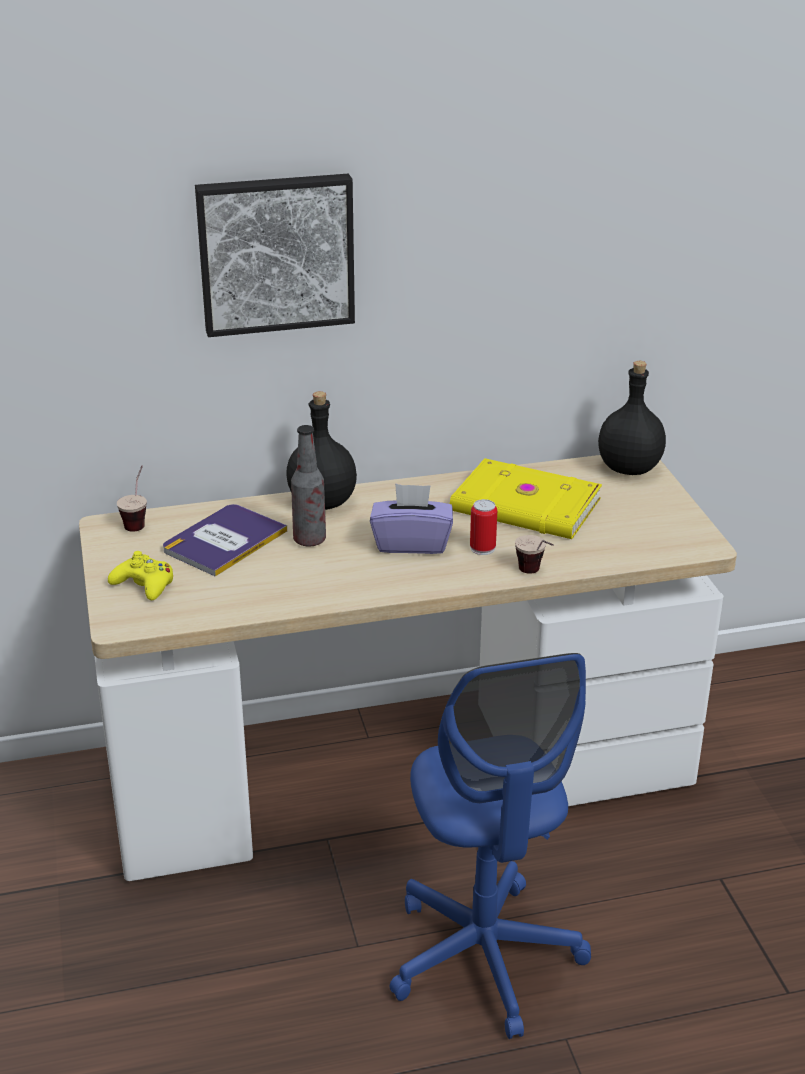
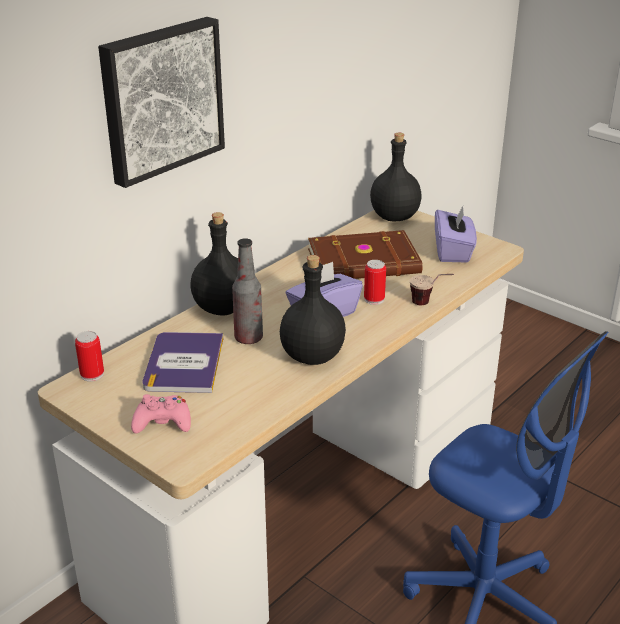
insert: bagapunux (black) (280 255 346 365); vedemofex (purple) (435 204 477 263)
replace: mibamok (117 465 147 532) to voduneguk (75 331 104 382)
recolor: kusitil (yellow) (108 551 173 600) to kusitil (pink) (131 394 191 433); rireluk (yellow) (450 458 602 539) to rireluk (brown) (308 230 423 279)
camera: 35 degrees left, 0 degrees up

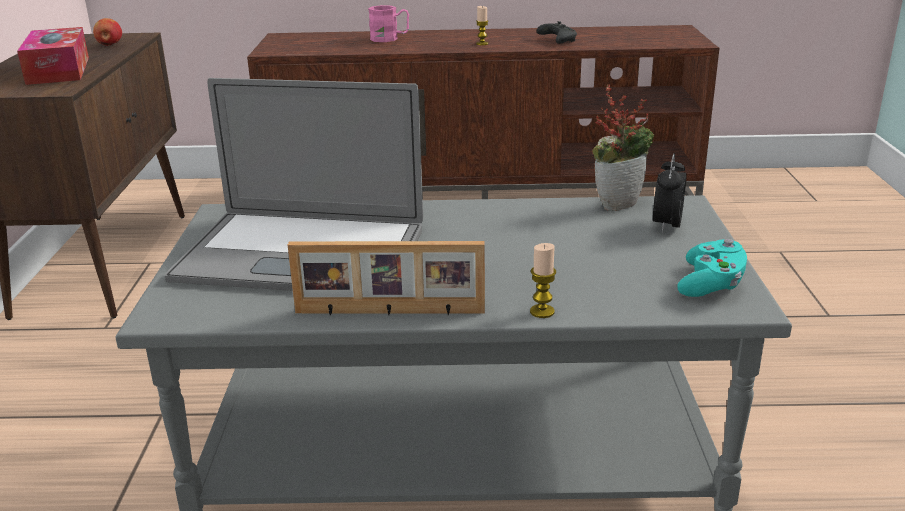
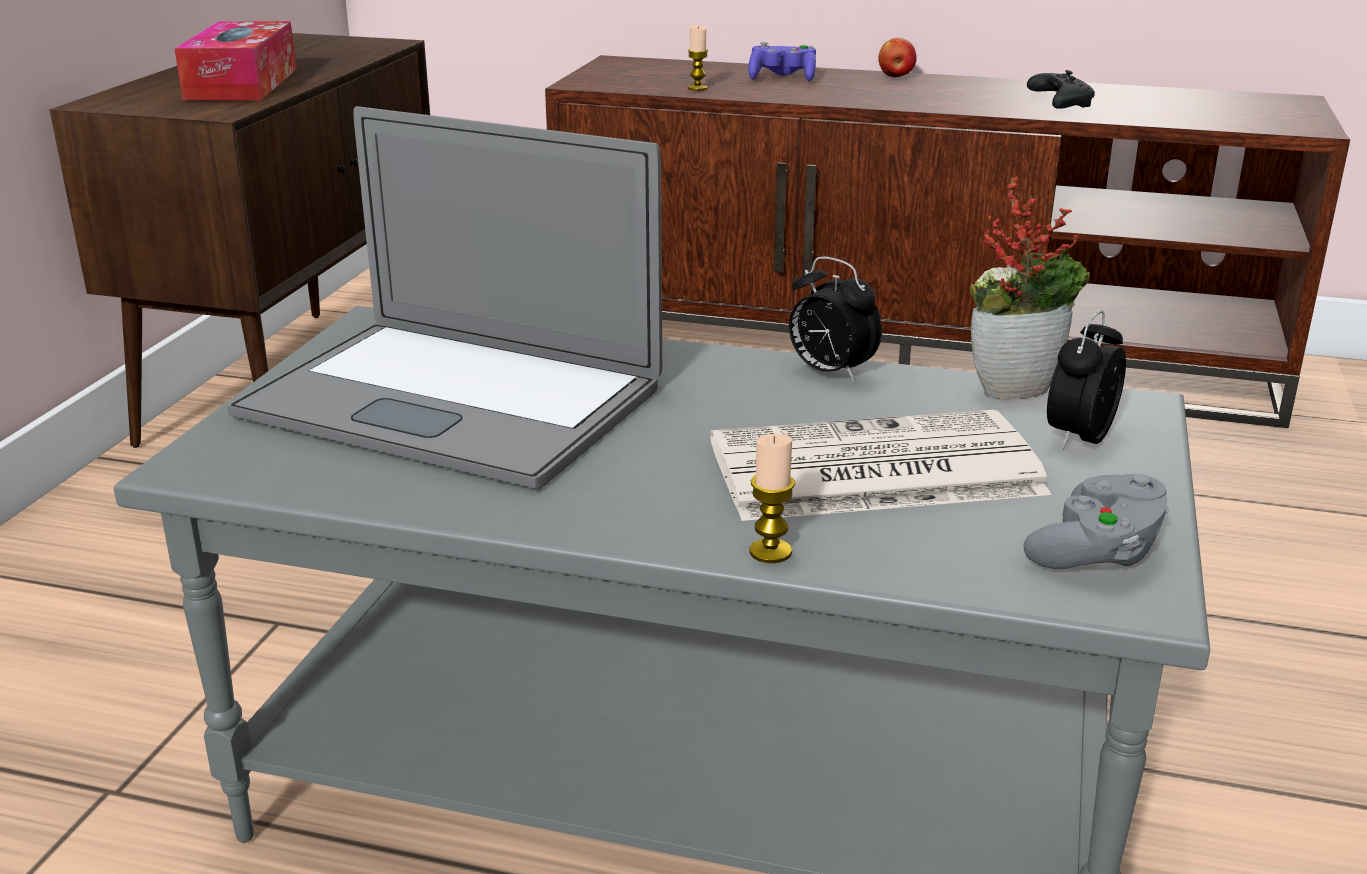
delete: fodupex (288 241 485 315)
insert: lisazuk (710 410 1051 521); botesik (789 257 882 382)
move: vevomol (93 18 122 46) to (878 38 917 78); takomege (476 6 488 45) to (688 26 708 91)
replace: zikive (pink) (368 5 409 42) to kusitil (purple) (748 42 816 82)
recolor: kusitil (turquoise) (677 239 747 297) to kusitil (grey) (1024 474 1169 569)
camera: 15 degrees right, 0 degrees up

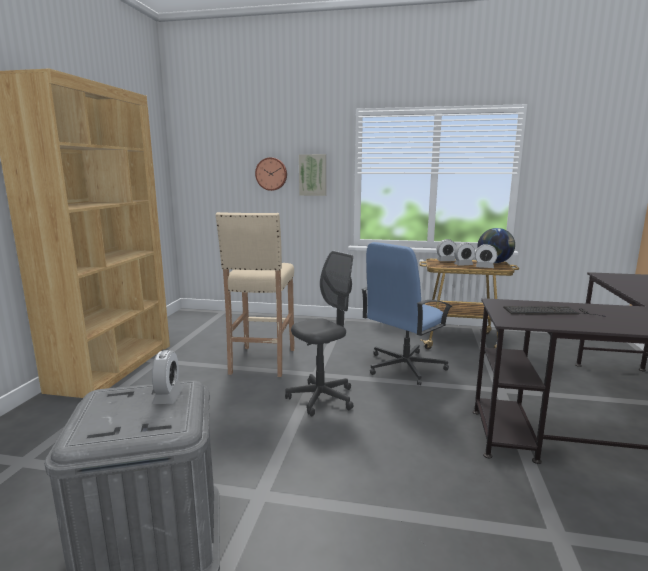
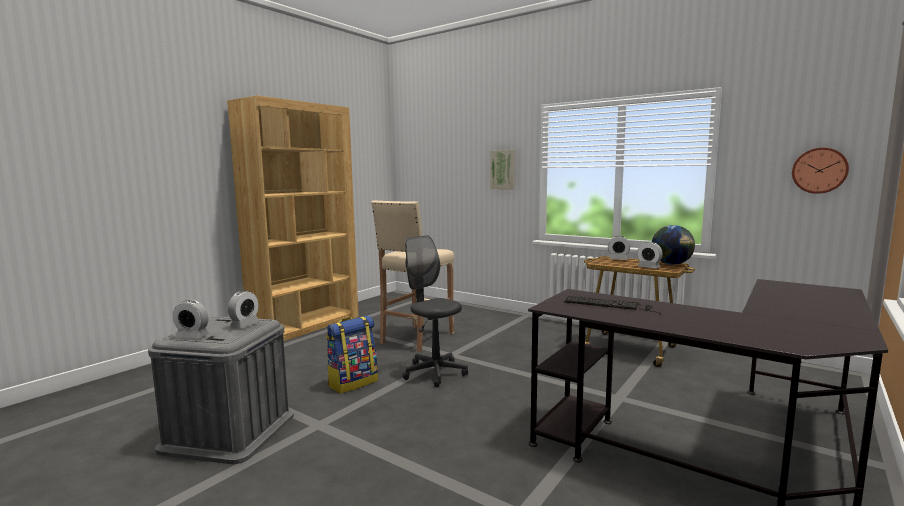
delete: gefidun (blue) (362 242 452 385)
insert: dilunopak (326 316 378 394)
move: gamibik (255 157 287 191) to (792 147 849 194); botesik (454 243 475 266) to (173 300 209 339)
rotate: gefidun (grey) (285 251 354 416) = (402 235 468 388) 120 degrees counterclockwise
camera: 25 degrees right, 5 degrees down

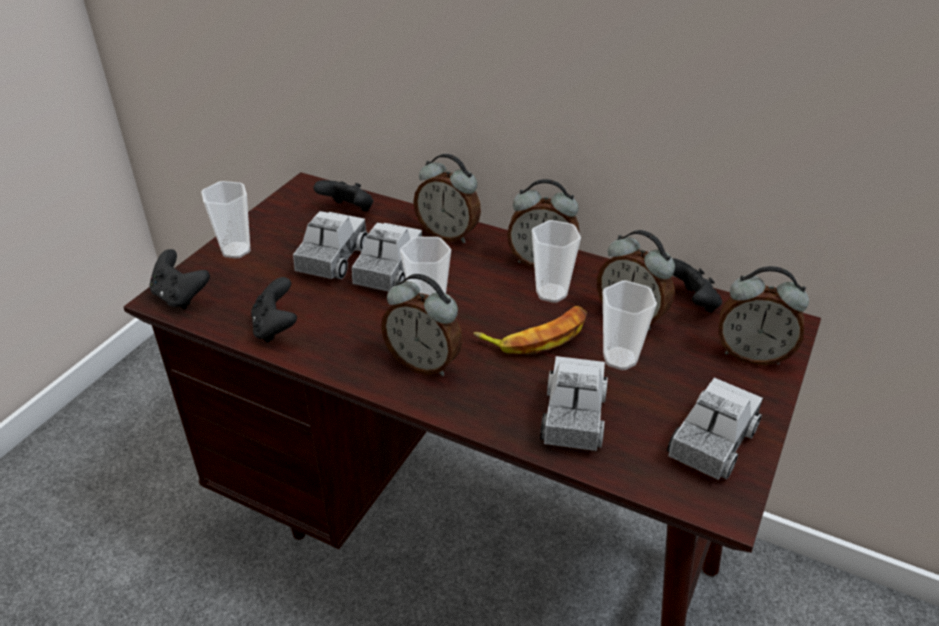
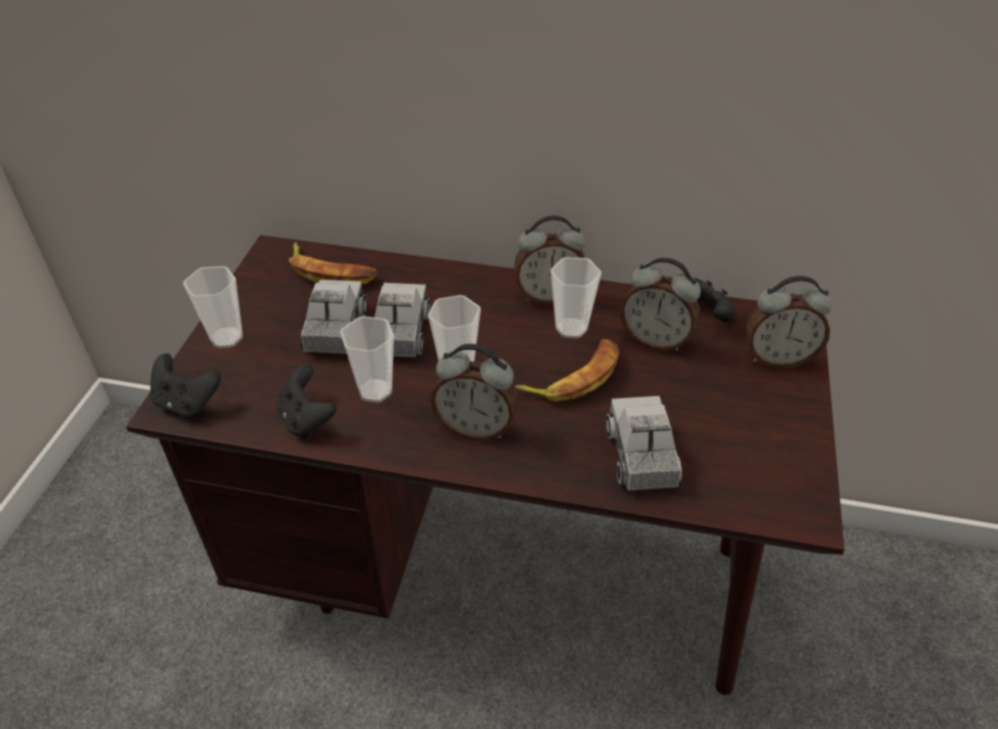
delete: botesik (413 154 481 243); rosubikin (667 378 763 480)
move: mibamok (603 280 657 370) to (340 316 394 403)
replace: kusitil (black) (314 180 373 211) to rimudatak (289 242 377 285)
camera: 15 degrees left, 5 degrees up

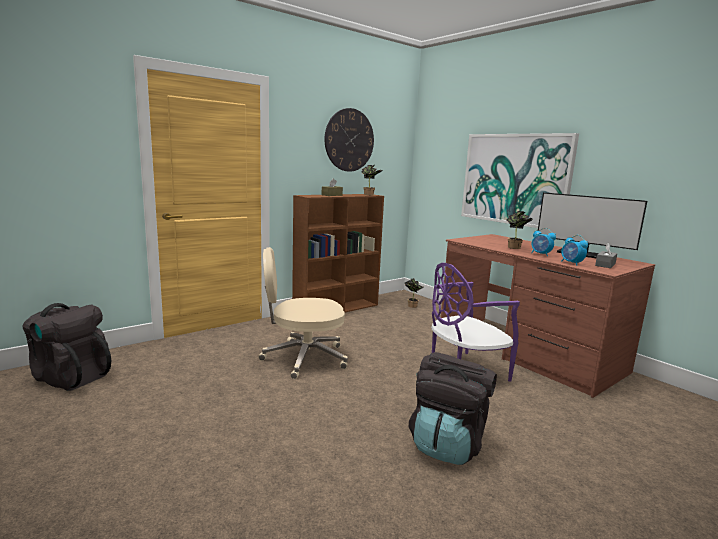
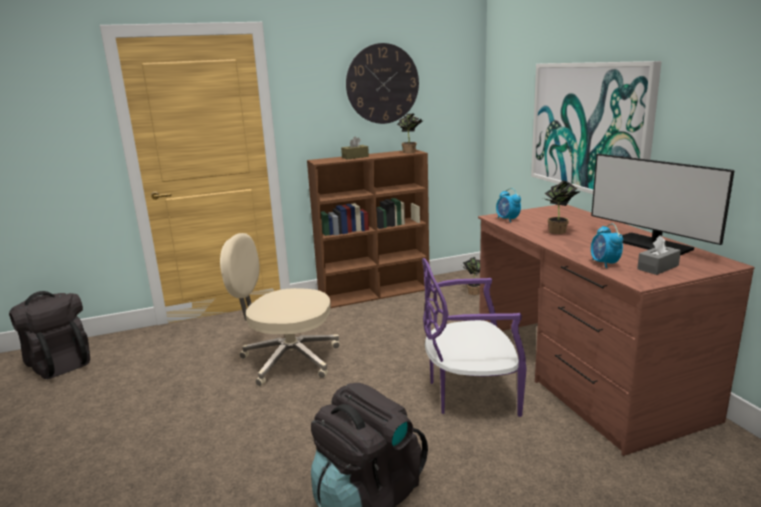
move: botesik (531 228 556 256) to (496 188 521 223)
camera: 20 degrees right, 5 degrees up

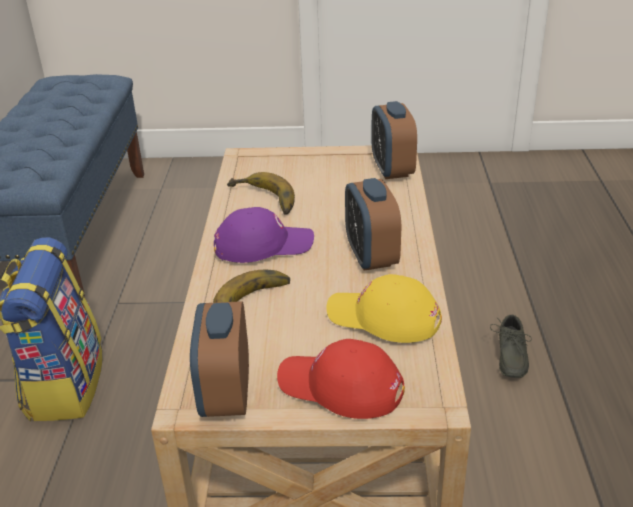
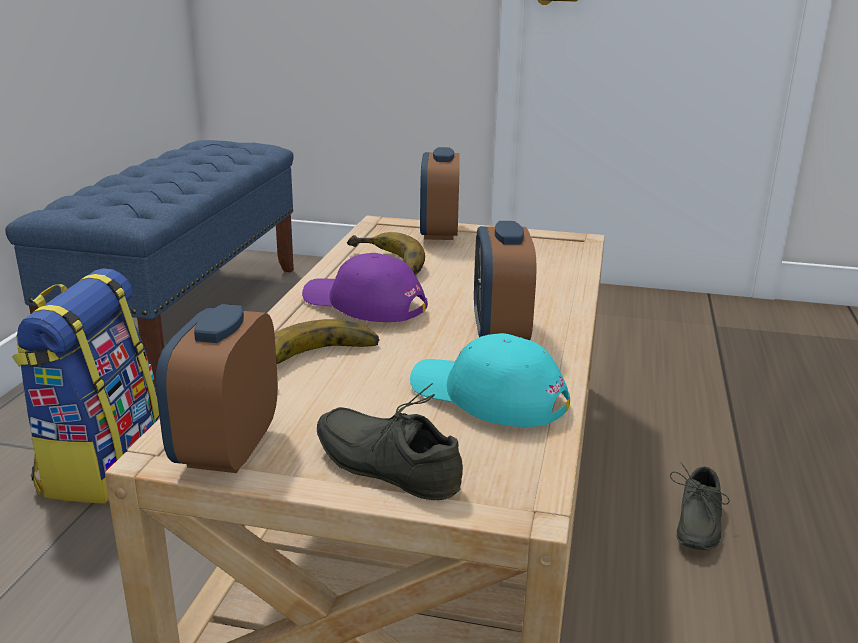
move: botesik (371 101 417 179) to (420 147 460 240)
replace: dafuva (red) (277 339 405 419) to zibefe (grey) (317 383 463 500)
recolor: dafuva (yellow) (326 274 442 343) to dafuva (turquoise) (410 333 570 427)
rotate: dafuva (purple) (214 207 314 263) = (302 253 428 322) 150 degrees counterclockwise
camera: 10 degrees right, 10 degrees down

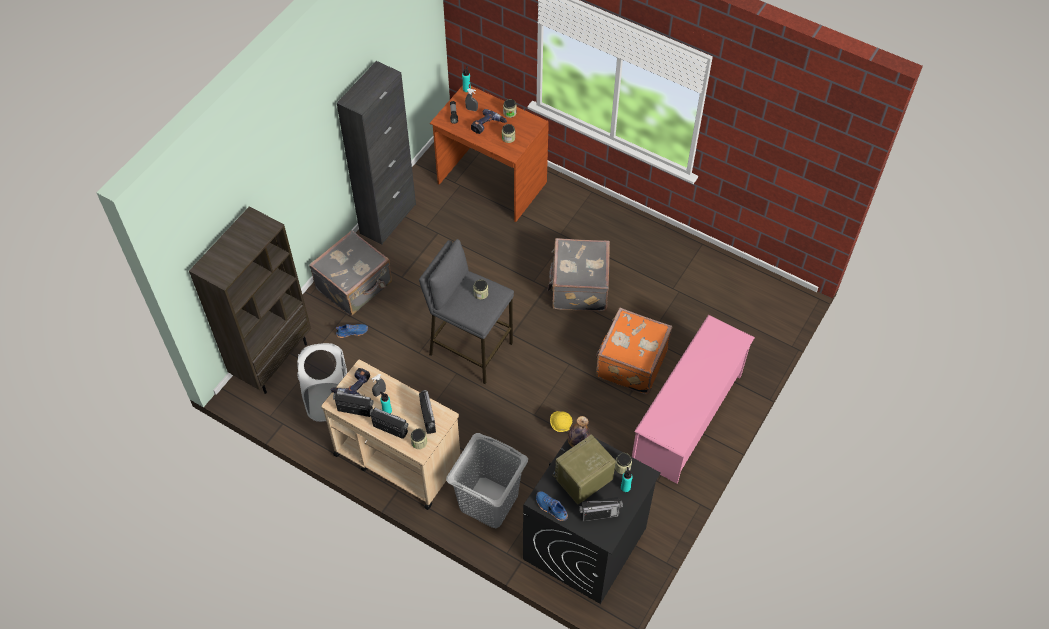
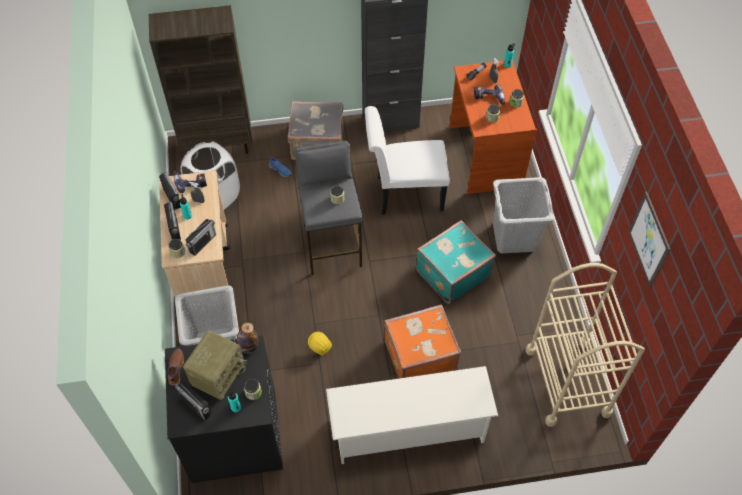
insert: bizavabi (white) (365 106 450 215); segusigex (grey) (493 177 554 253); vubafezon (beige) (526 263 645 427); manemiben (628 192 671 287)
recolor: zibefe (blue) (536 491 568 521) to zibefe (brown) (168 349 184 386); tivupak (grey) (547 238 610 311) to tivupak (turquoise) (416 220 496 304); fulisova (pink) (632 315 755 484) to fulisova (white) (326 366 498 464)
rotate: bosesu (552 434 616 505) = (183 330 247 400) 105 degrees clockwise
camera: 50 degrees right, 0 degrees up

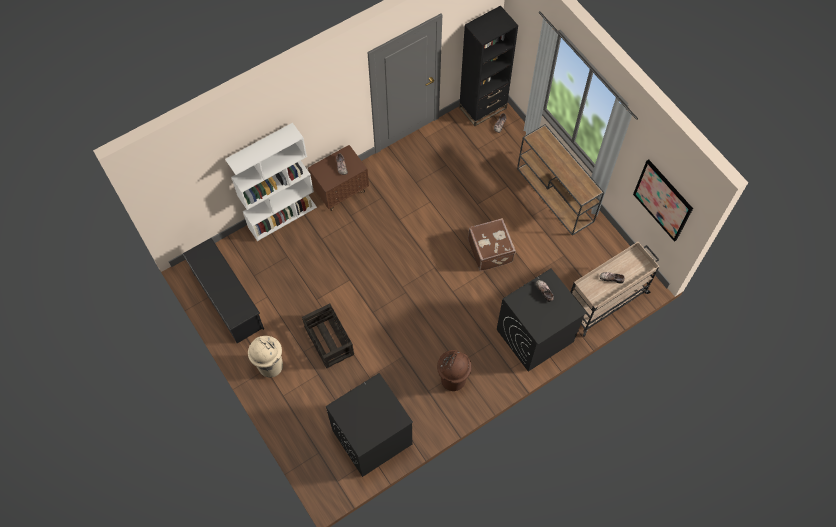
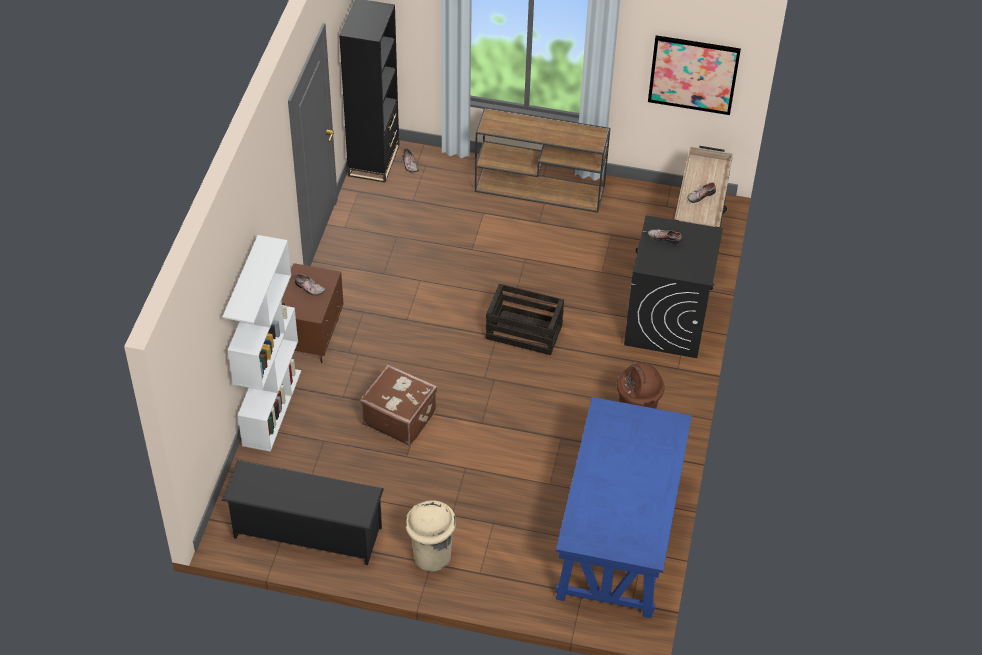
move: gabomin (302 304 354 368) to (486 284 564 355); tivupak (brown) (468 218 516 271) to (360 364 438 446)
replace: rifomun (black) (326 373 413 477) to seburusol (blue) (556 397 692 618)
camera: 45 degrees left, 15 degrees down

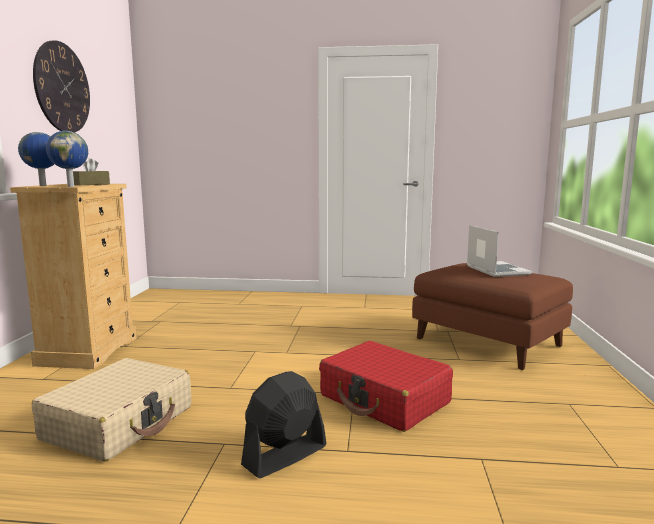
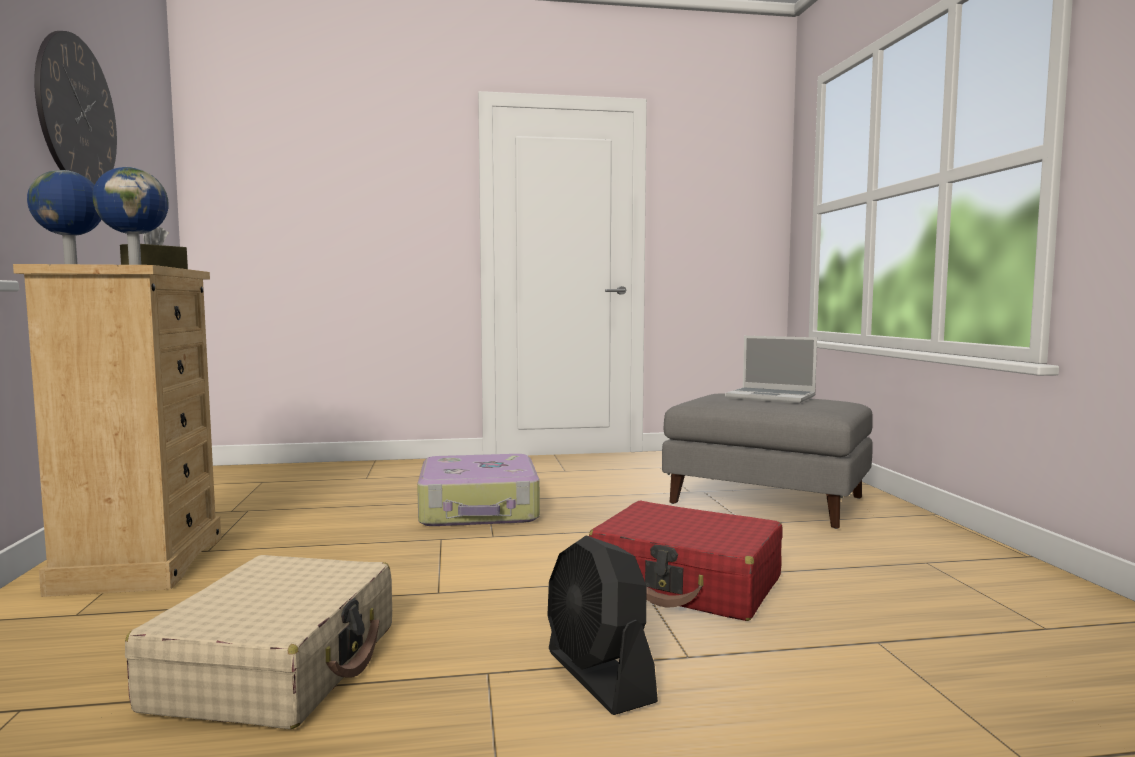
insert: tivupak (417 454 540 526)
recolor: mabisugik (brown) (412 263 573 370) to mabisugik (grey) (662 393 873 529)
rotate: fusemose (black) (241 371 327 478) = (547 535 658 715) 60 degrees counterclockwise; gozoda (467 225 532 277) = (725 336 817 404) 150 degrees clockwise
camera: 15 degrees left, 5 degrees down

